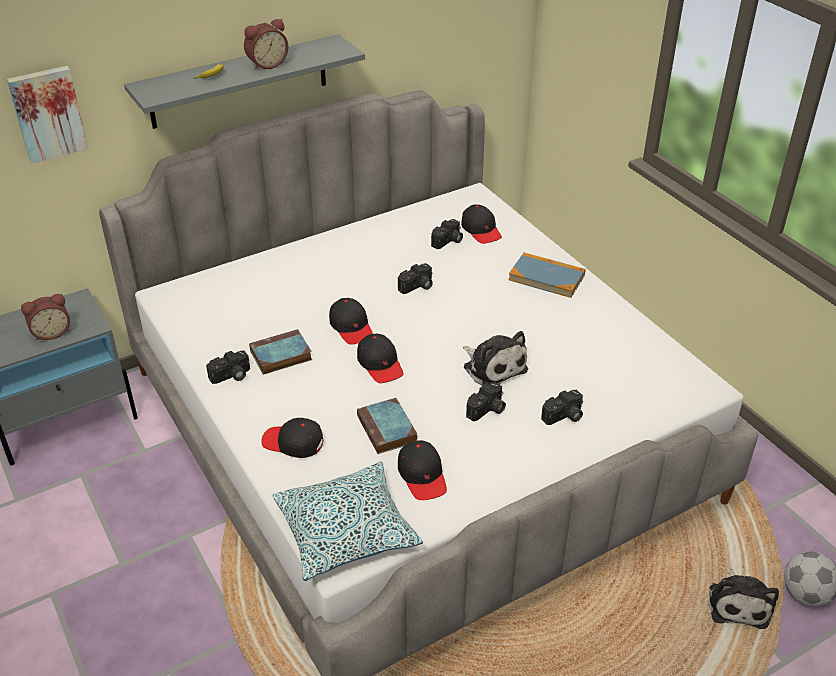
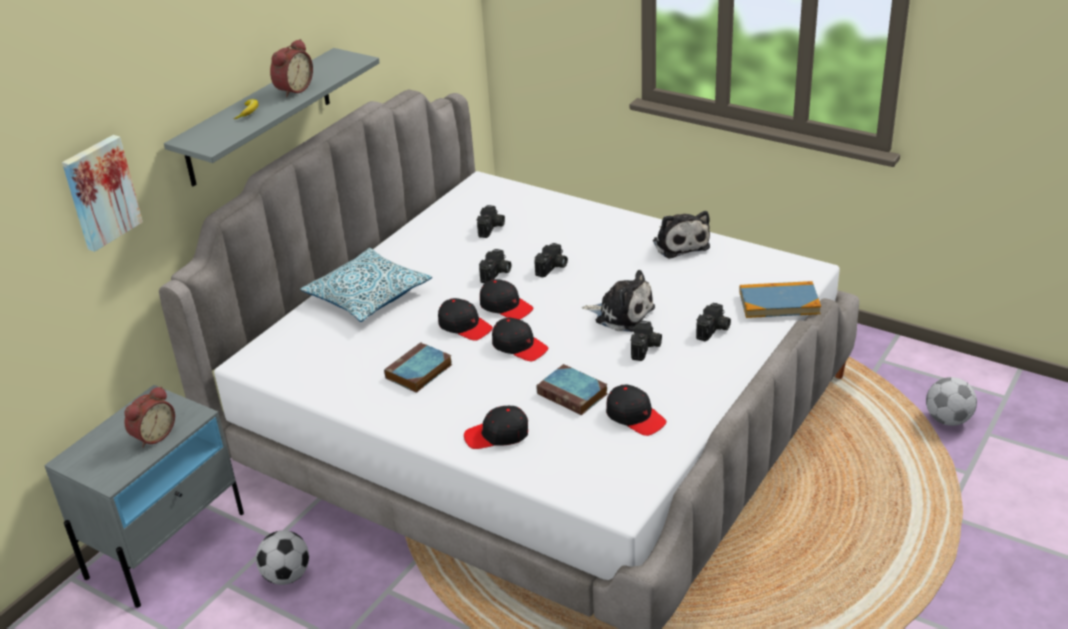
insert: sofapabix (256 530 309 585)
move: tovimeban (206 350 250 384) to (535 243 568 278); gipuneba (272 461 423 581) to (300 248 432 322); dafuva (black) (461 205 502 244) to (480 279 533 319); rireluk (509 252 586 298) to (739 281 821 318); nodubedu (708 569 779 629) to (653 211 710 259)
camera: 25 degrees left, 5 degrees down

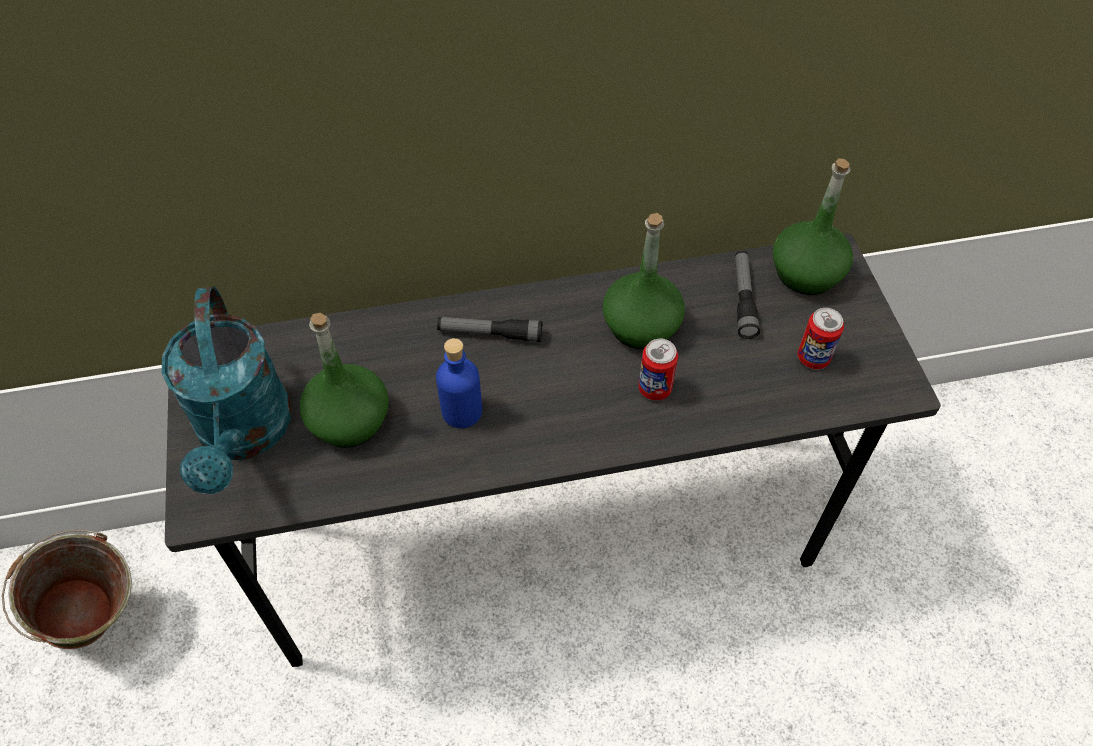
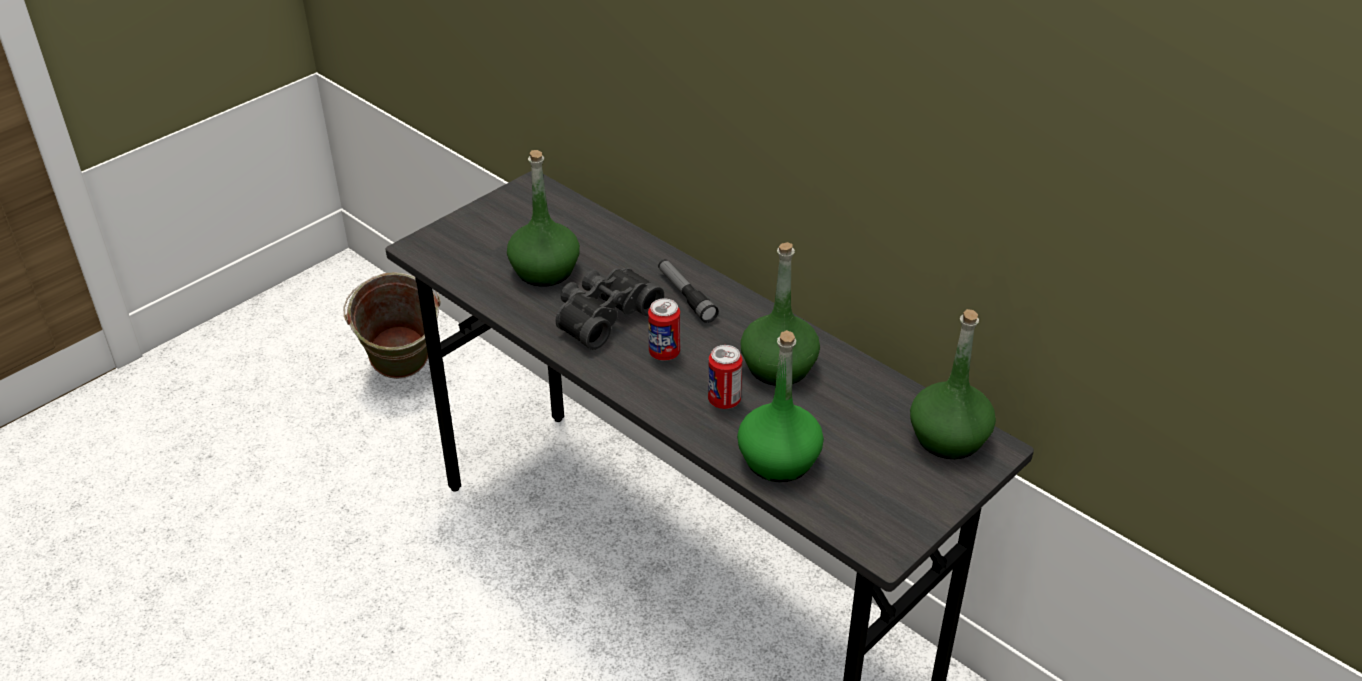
delete: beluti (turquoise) (162 286 292 494); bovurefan (735 251 760 339)
insert: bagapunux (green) (737 330 824 482)
move: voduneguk (798 308 844 369) to (648 298 680 361)
replace: bagapunux (blue) (436 338 482 428) to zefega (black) (555 268 664 350)
camera: 55 degrees right, 15 degrees down

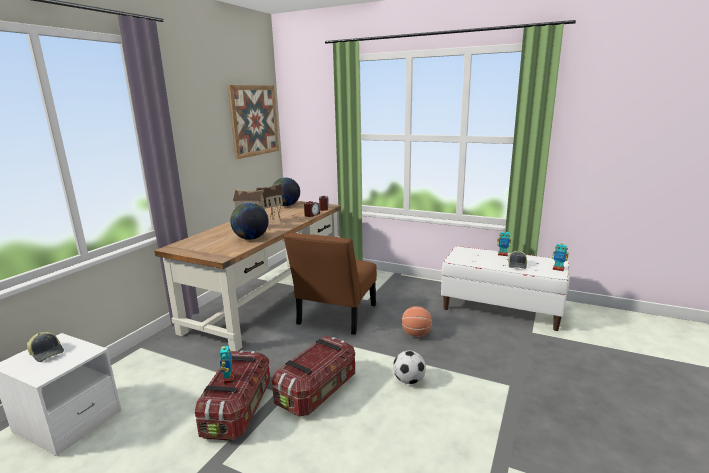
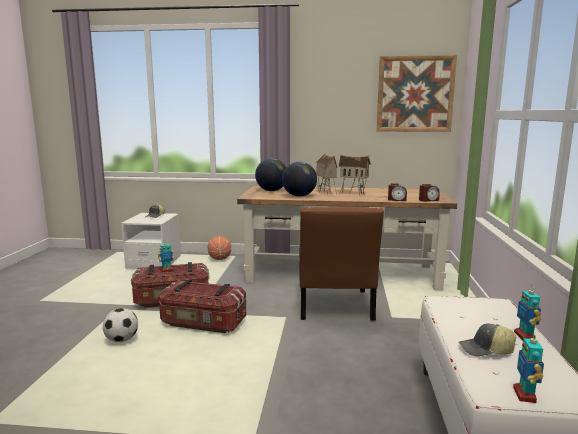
move: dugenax (273 178 300 206) to (255 158 286 191); sofapabix (393 351 426 384) to (103 308 138 342); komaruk (402 306 432 337) to (208 236 231 260)
rotate: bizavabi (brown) (283 232 377 335) = (299 207 384 321) 90 degrees counterclockwise
camera: 70 degrees right, 5 degrees down

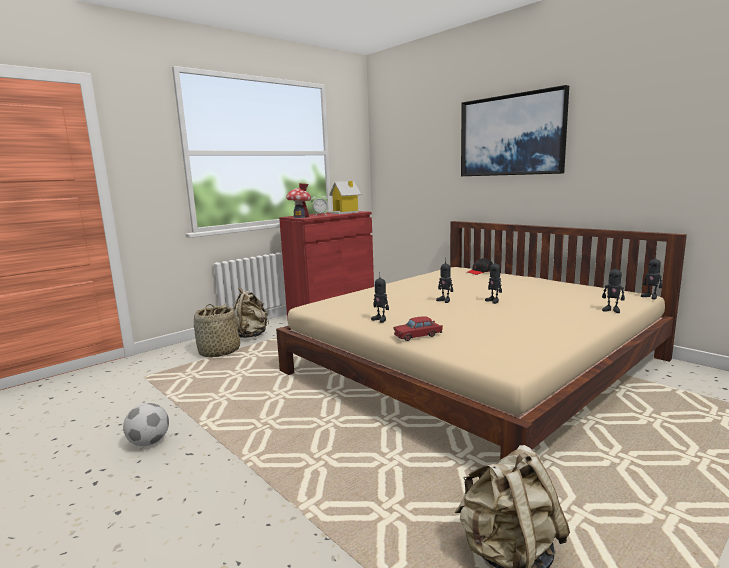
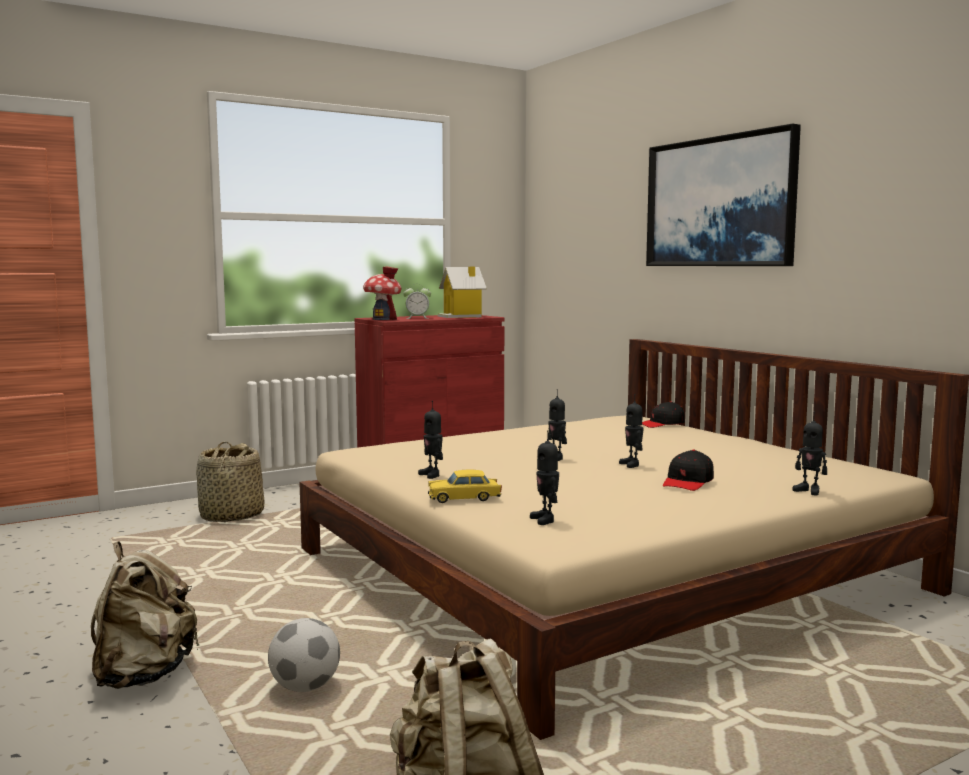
insert: dafuva (black) (663 450 714 491)
move: sofapabix (123 403 169 446) to (268 618 340 692); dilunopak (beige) (233 287 269 338) to (91 541 199 689); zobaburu (641 253 662 299) to (530 430 559 525)
recolor: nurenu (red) (394 316 443 341) to nurenu (yellow) (428 470 502 503)
camera: 10 degrees right, 5 degrees down

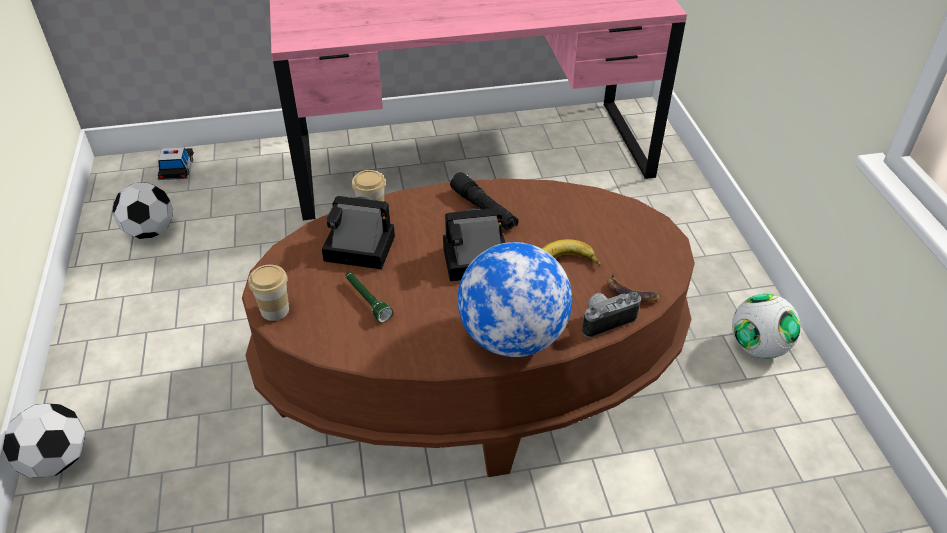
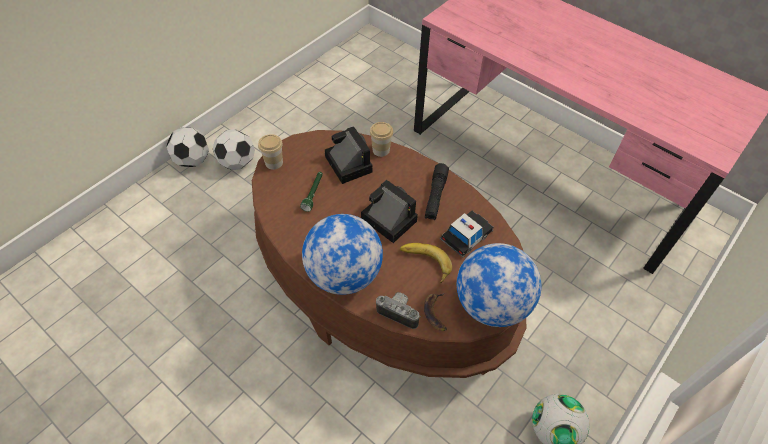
insert: dugenax (457 243 541 327)
move: sofapabix (112 183 173 239) to (213 129 255 170); nurenu (157 147 194 180) to (440 211 494 258)
camera: 50 degrees right, 10 degrees up

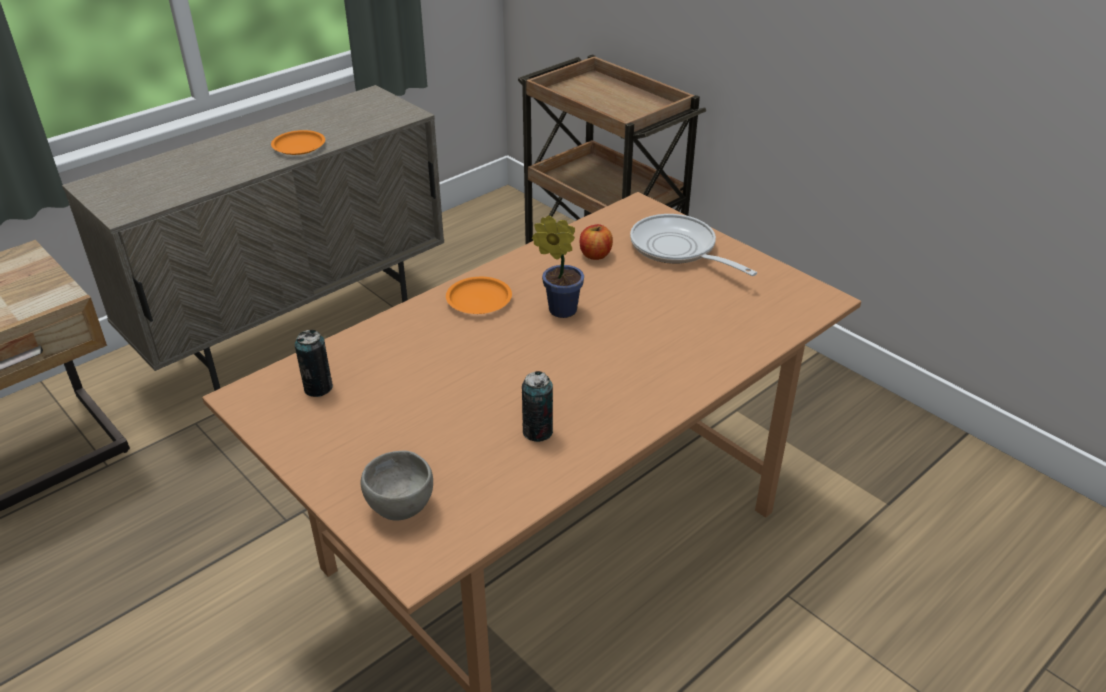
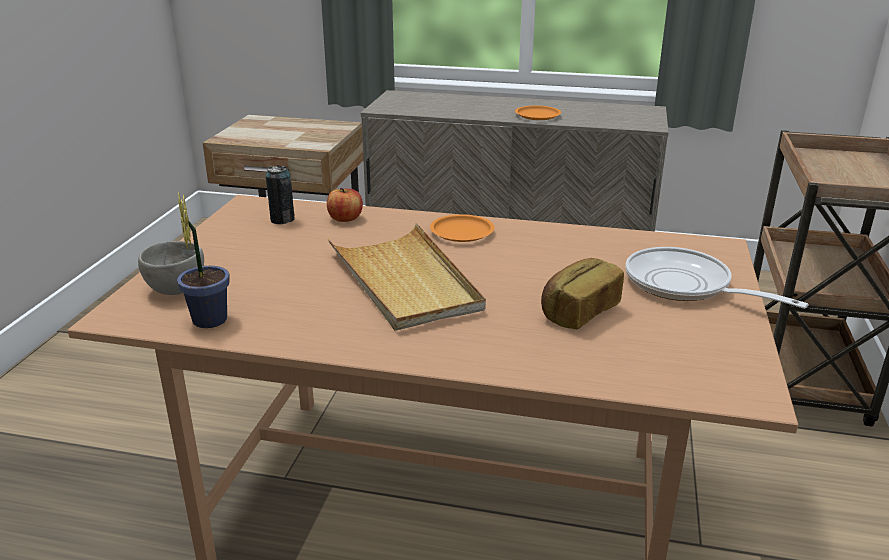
delete: voduneguk (522 371 553 442)
insert: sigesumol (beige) (328 223 486 331); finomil (541 258 624 330)
move: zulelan (532 215 584 318) to (177 191 230 328); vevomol (580 224 613 260) to (327 188 363 222)
rotate: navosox (630 214 757 276) = (625 247 809 309) 60 degrees counterclockwise
camera: 55 degrees right, 10 degrees down

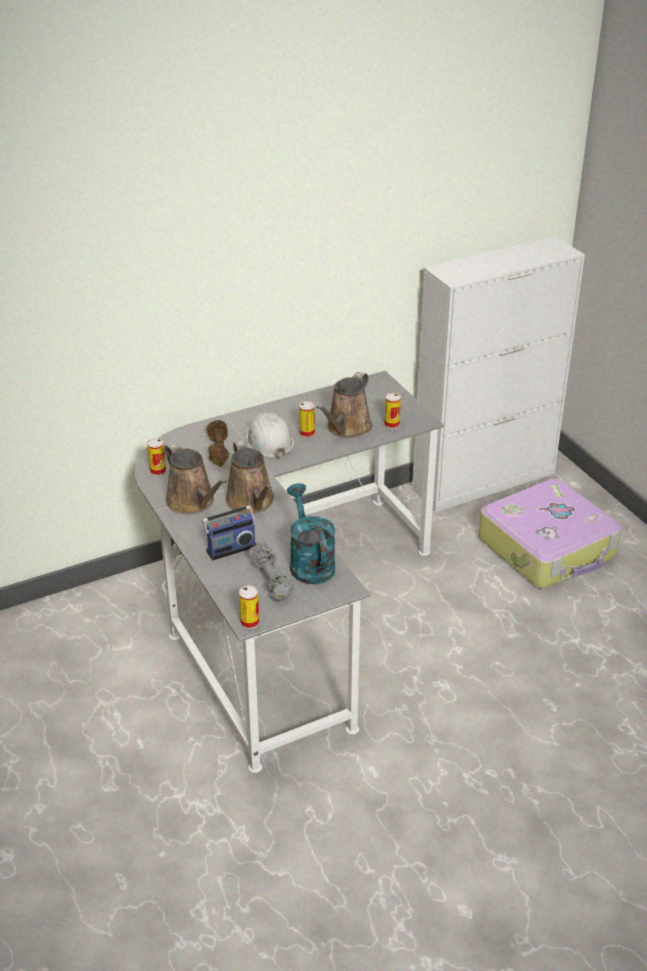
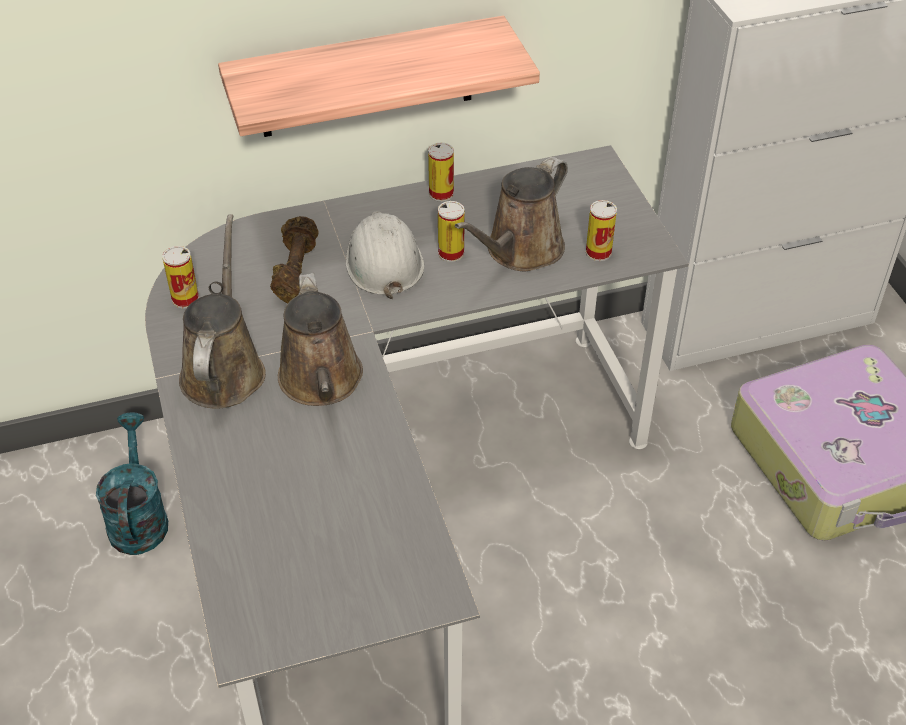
delete: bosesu (202 493 257 560); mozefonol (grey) (249 542 294 601)
insert: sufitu (218 16 540 137)
move: voduneguk (239 586 259 629) to (428 142 454 202); beluti (turquoise) (287 483 335 584) to (96 413 168 555)
rotate: beluti (brown) (164 442 227 514) = (179 214 266 409) 150 degrees counterclockwise
camera: 10 degrees right, 10 degrees up

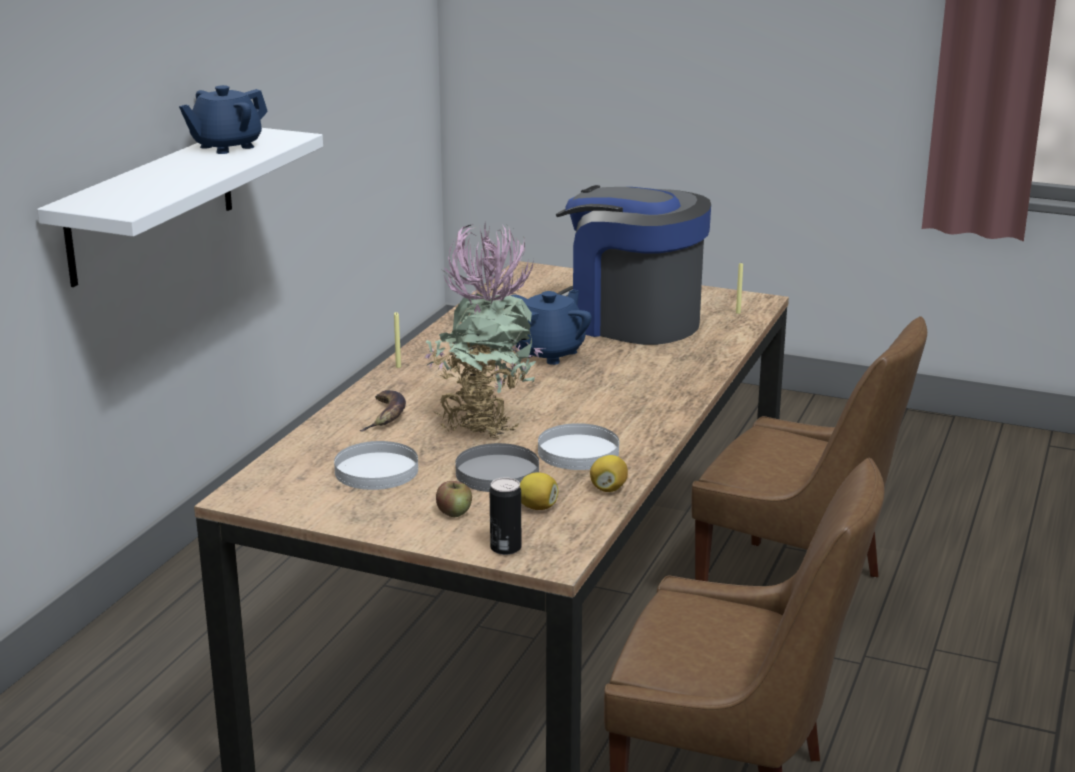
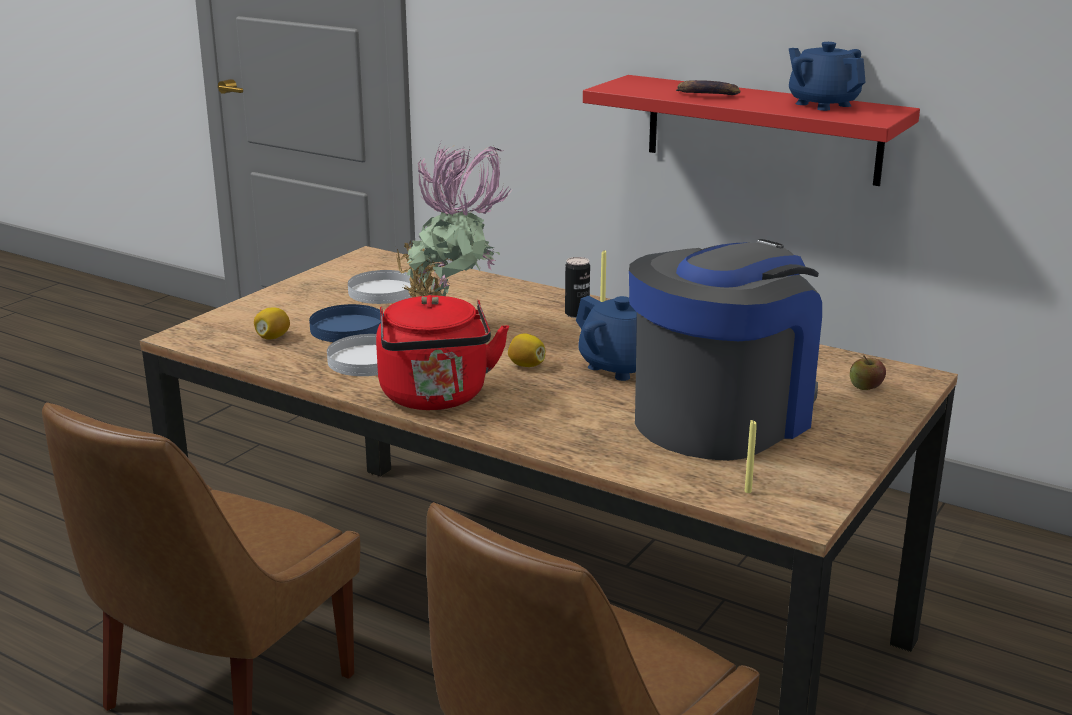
insert: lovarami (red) (376 295 509 410)
move: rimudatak (359 390 406 432) to (676 80 740 95); vevomol (436 481 472 517) to (850 356 886 390); voduneguk (490 477 521 555) to (565 257 590 318); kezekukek (590 455 628 492) to (508 333 545 367)
recolor: sufitu (white) (37 128 323 287) to sufitu (red) (583 75 920 186); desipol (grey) (455 443 539 492) to desipol (blue) (309 304 384 342)
camera: 100 degrees right, 0 degrees up

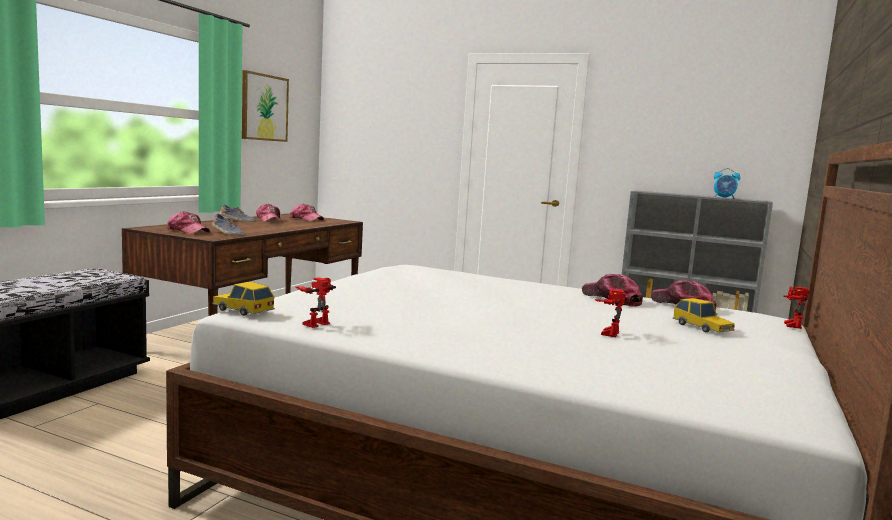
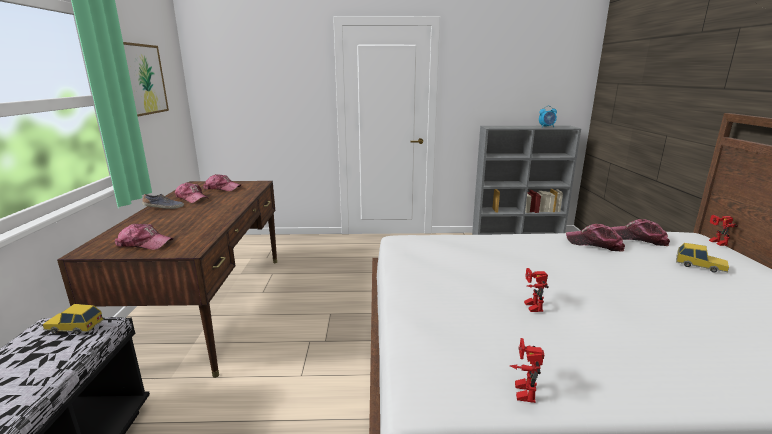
delete: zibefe (212 214 244 236)
move: nurenu (212 281 275 316) to (43 304 104 335); zobaburu (595 289 626 337) to (524 268 549 312)
camera: 25 degrees left, 10 degrees up

